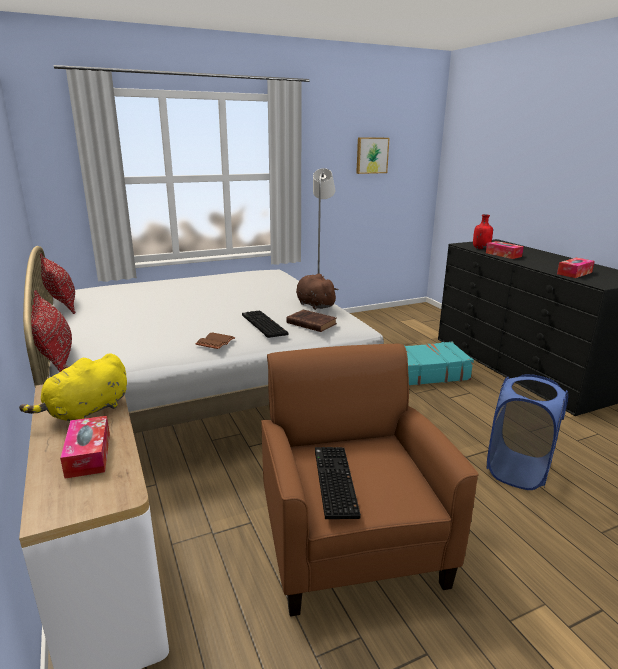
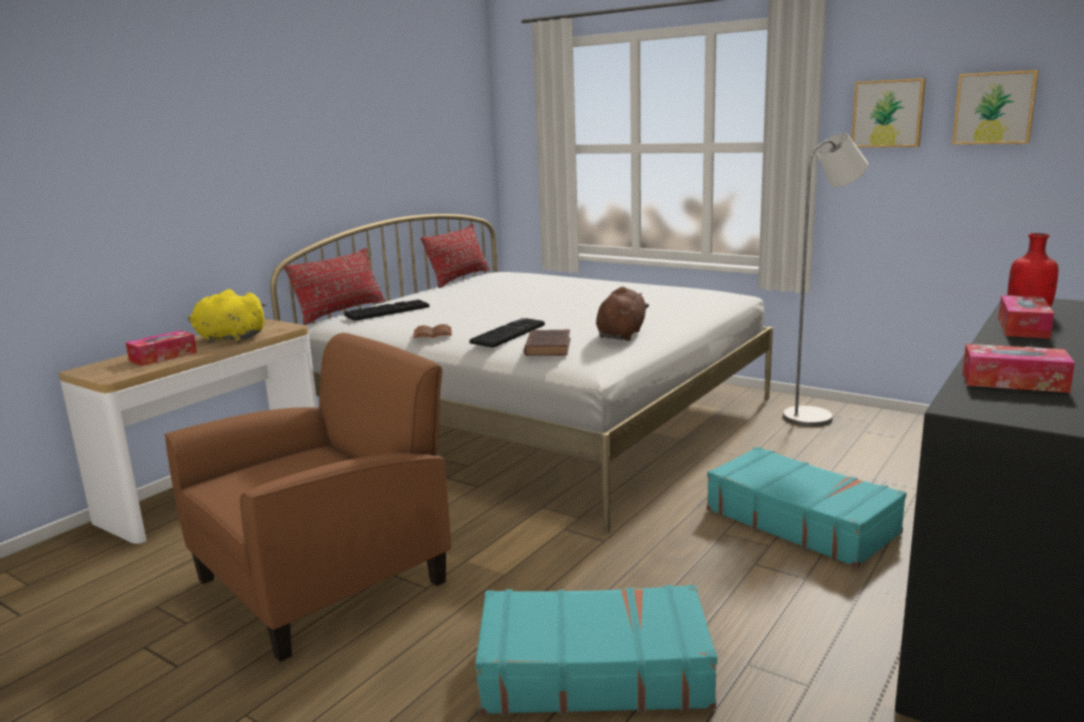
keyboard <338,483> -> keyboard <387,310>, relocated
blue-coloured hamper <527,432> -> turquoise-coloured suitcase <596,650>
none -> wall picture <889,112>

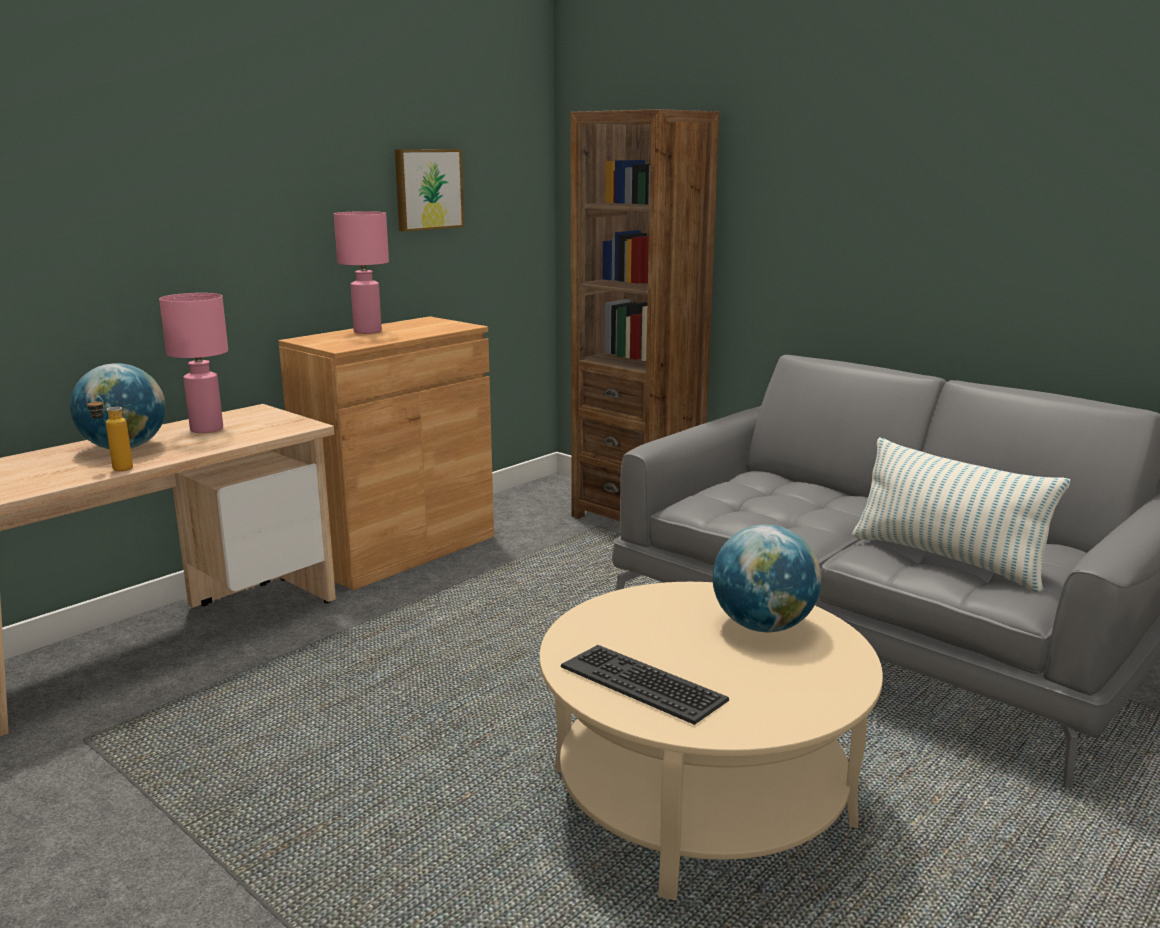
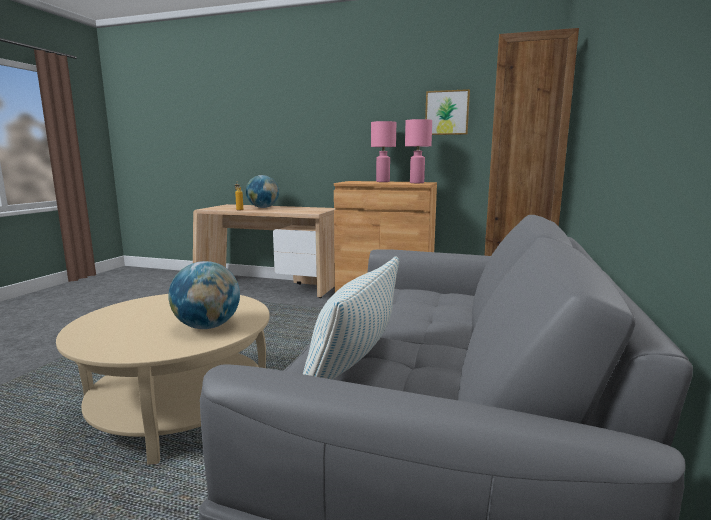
pink-coloured lamp for a table <193,363> -> pink-coloured lamp for a table <418,151>, relocated
keyboard <645,685> -> none

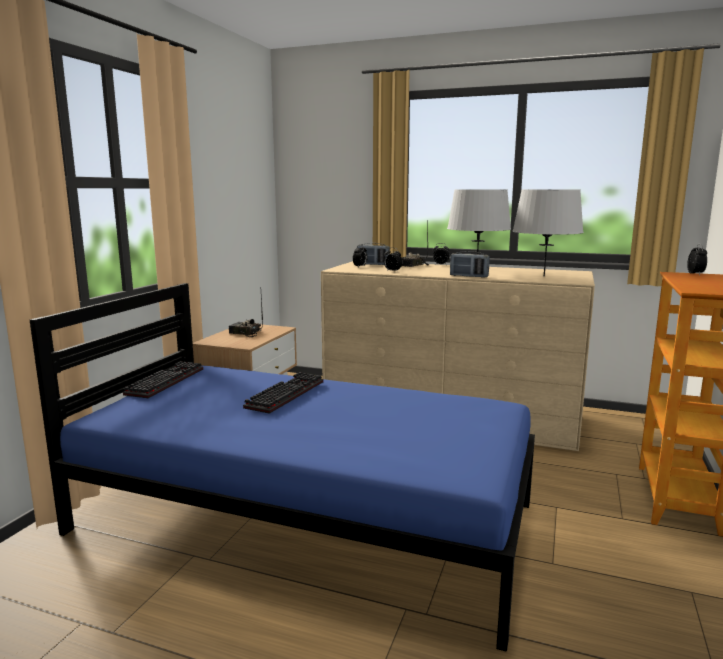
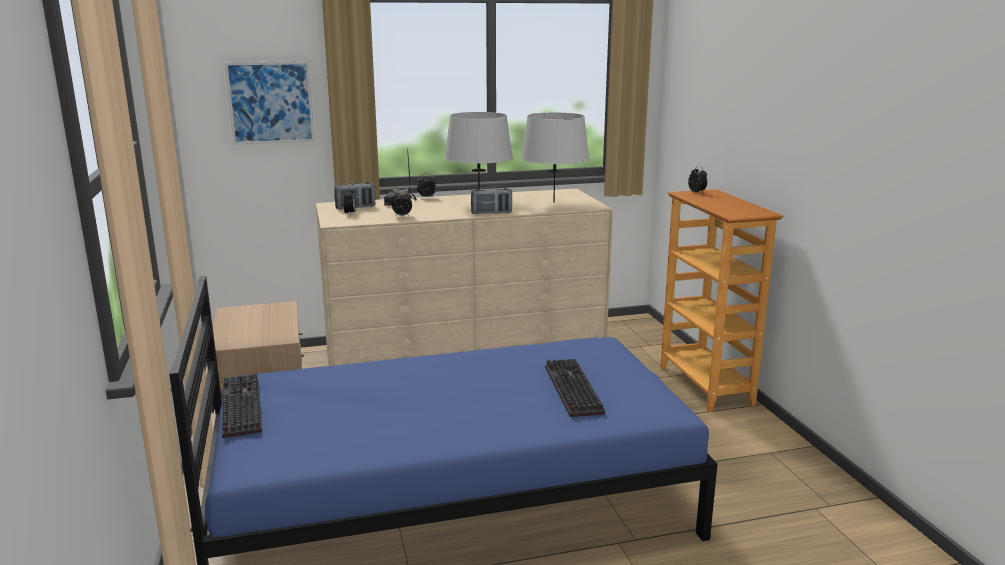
radio set <246,316> -> none
keyboard <283,393> -> keyboard <575,388>, relocated
none -> wall picture <270,103>

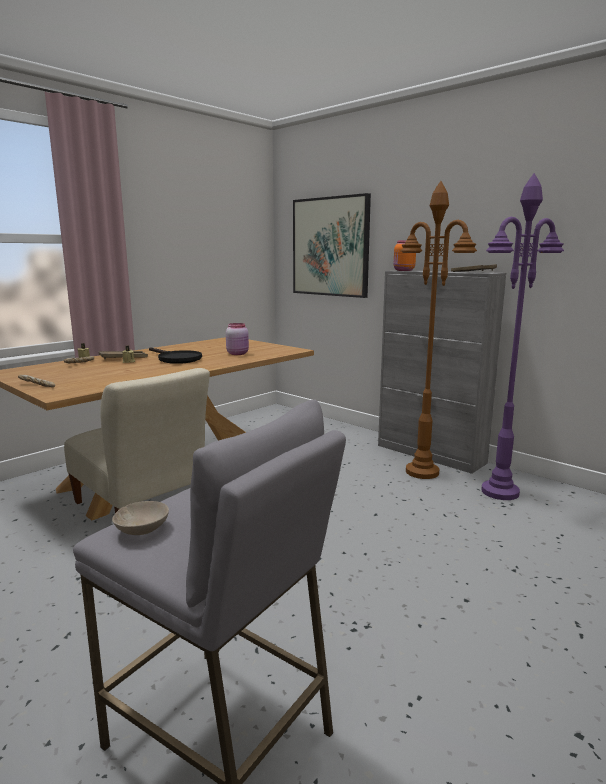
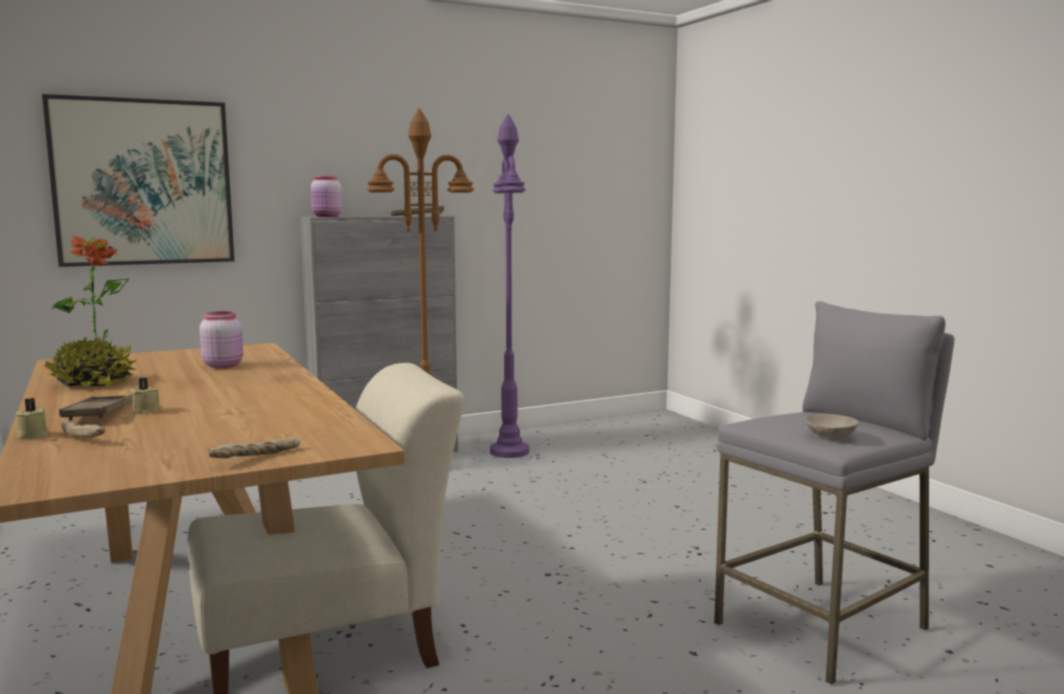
blackish skillet <175,355> -> none
orange storage jar <405,255> -> pink-coloured storage jar <326,196>
none -> potted plant <90,311>

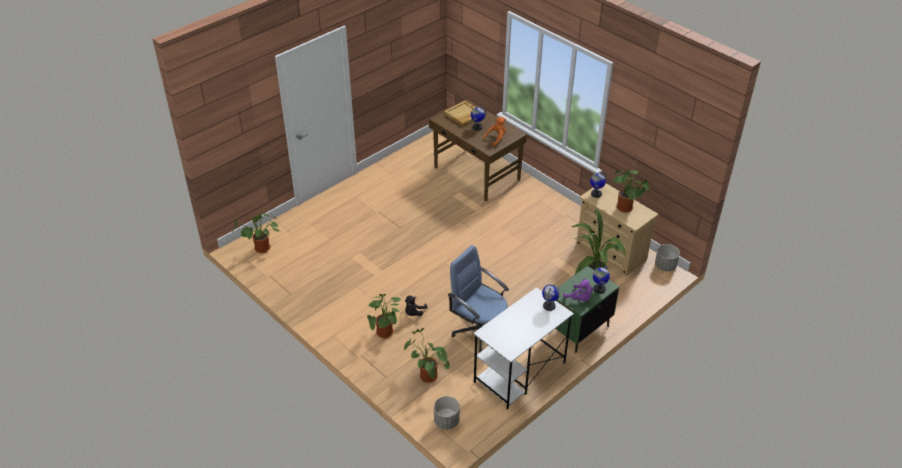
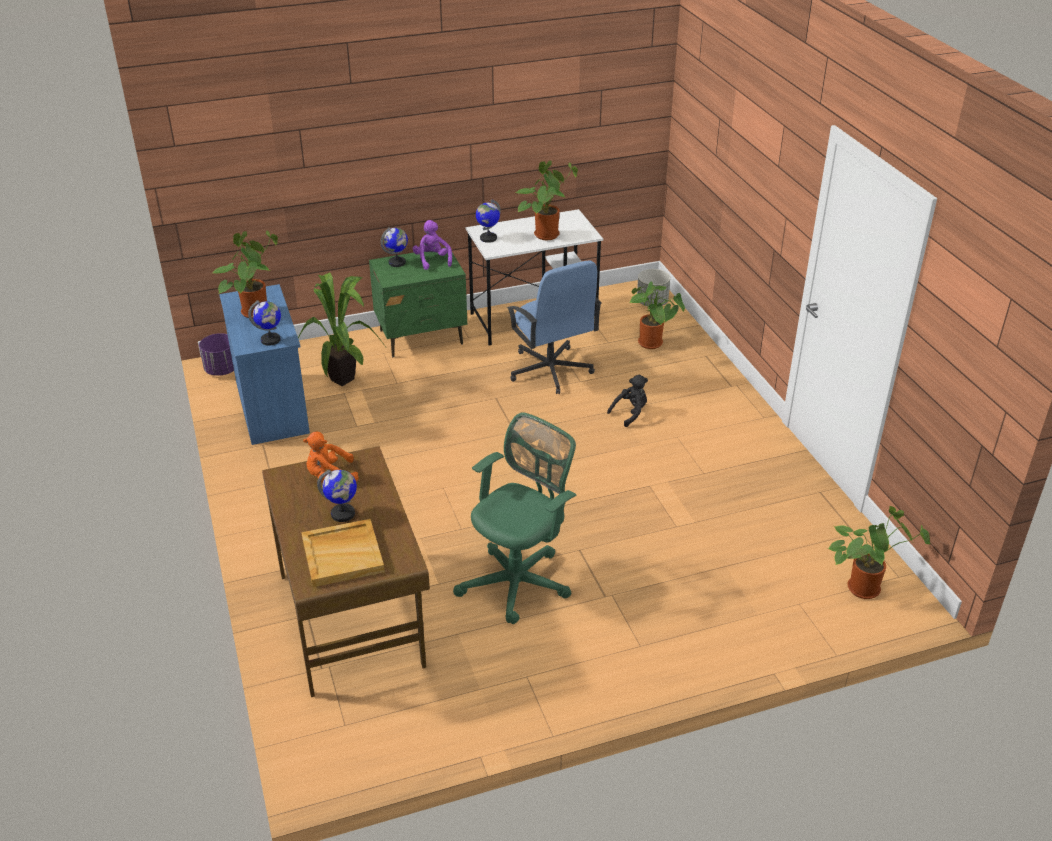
potted plant <384,316> -> potted plant <547,200>, relocated
sand-coloured dresser <617,229> -> blue-coloured dresser <264,364>
grey planter <667,257> -> purple-coloured planter <216,354>
none -> green-coloured office chair <514,518>

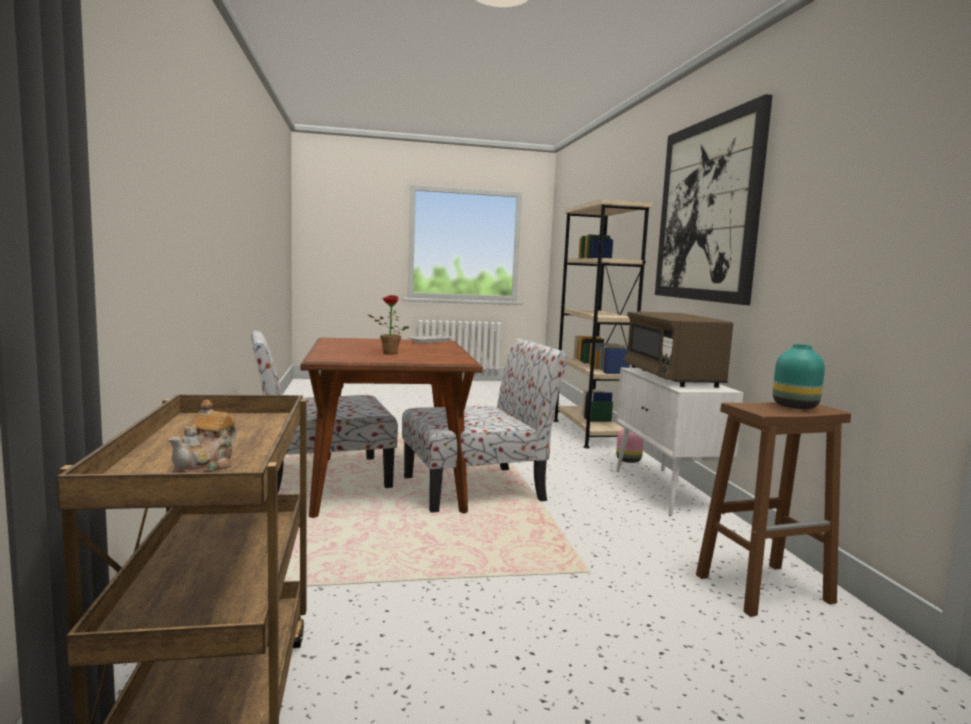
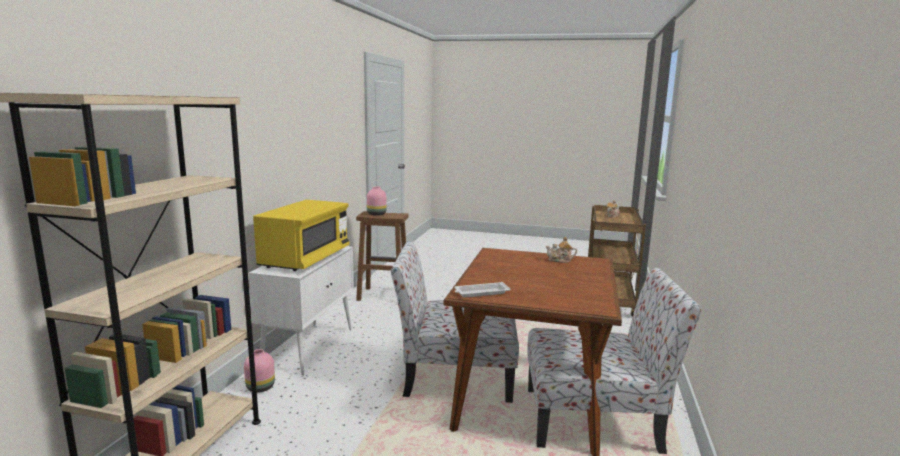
potted plant <388,325> -> none
brown-coloured microwave <678,349> -> yellow-coloured microwave <301,235>
wall picture <714,199> -> none
turquoise-coloured decorative vase <799,376> -> pink-coloured decorative vase <377,201>
none -> tea pot <561,250>

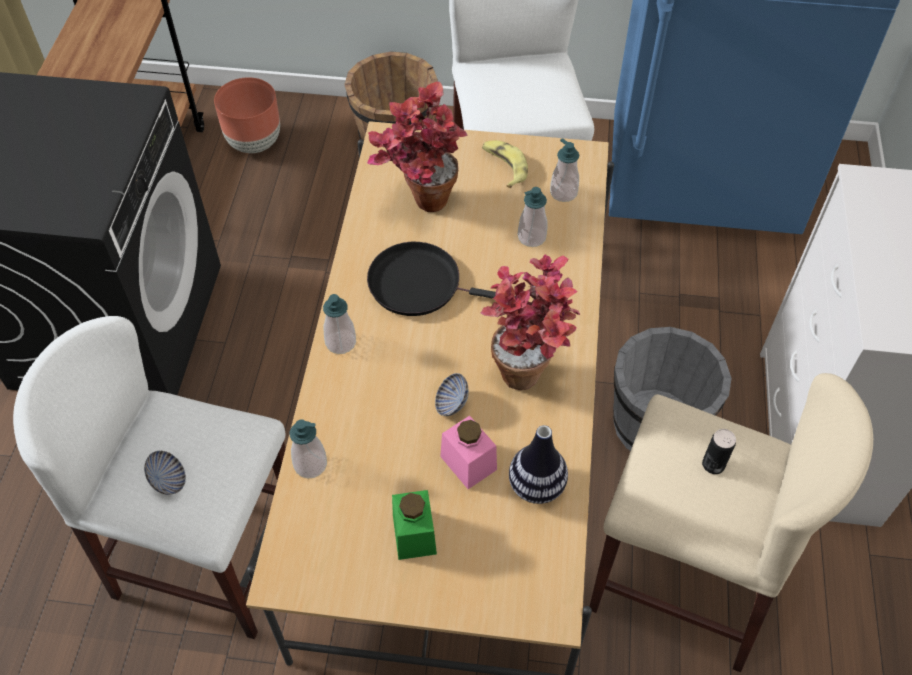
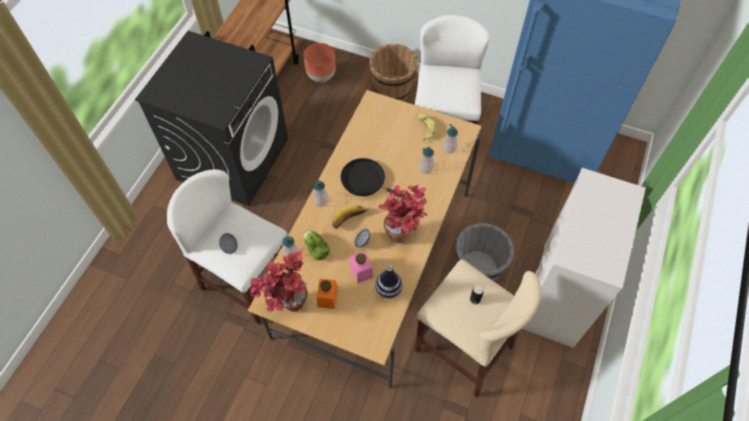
potted plant <417,147> -> potted plant <279,281>, relocated
green-coloured storage jar <414,525> -> orange storage jar <327,294>
none -> lettuce head <317,245>
none -> banana <351,217>

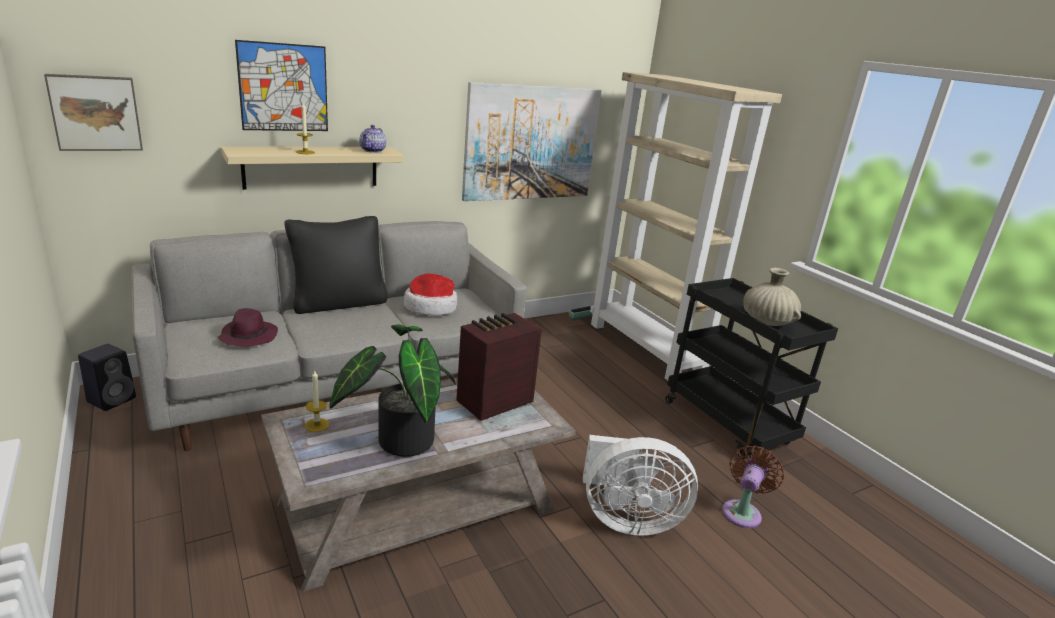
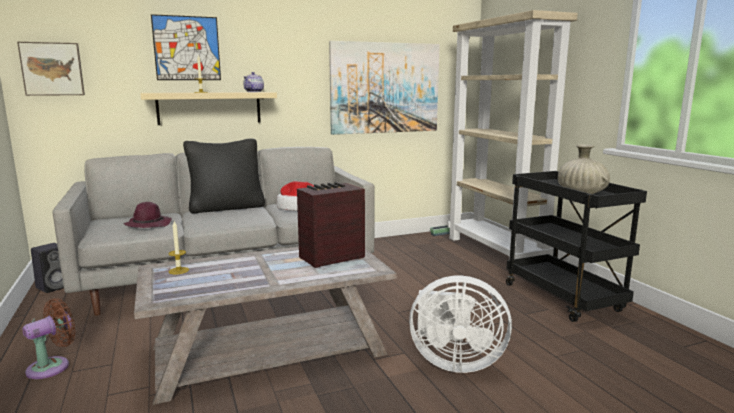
potted plant <392,390> -> none
brown-coloured electric fan <753,486> -> brown-coloured electric fan <49,338>, relocated

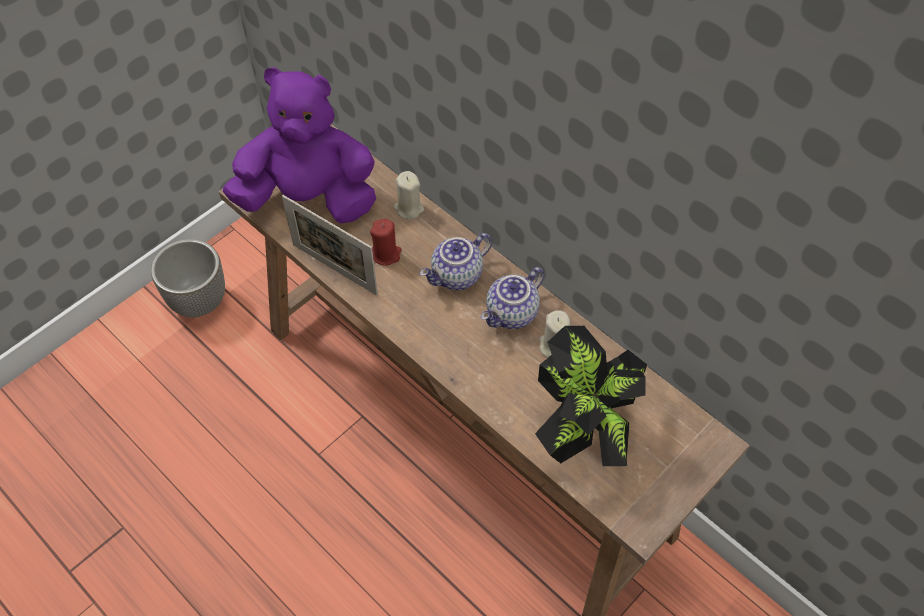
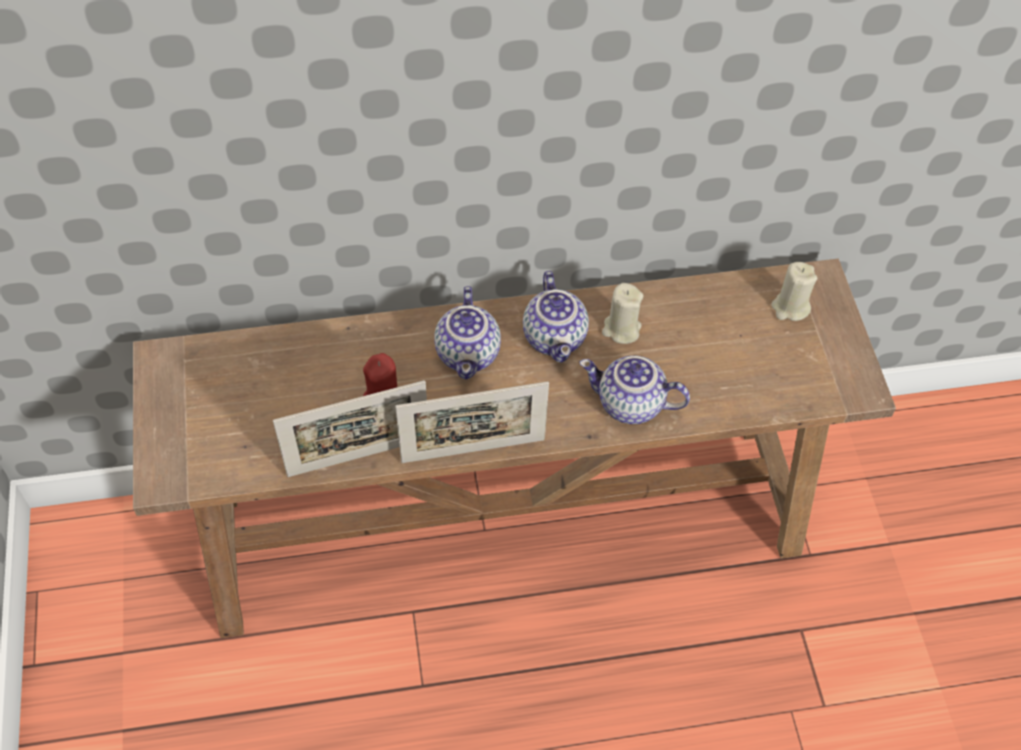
planter <188,278> -> none
purple-coloured soft toy <299,145> -> none
sand-coloured wax light <408,195> -> sand-coloured wax light <794,291>, relocated
potted plant <591,396> -> none
none -> picture frame <472,422>
none -> tea pot <634,389>

